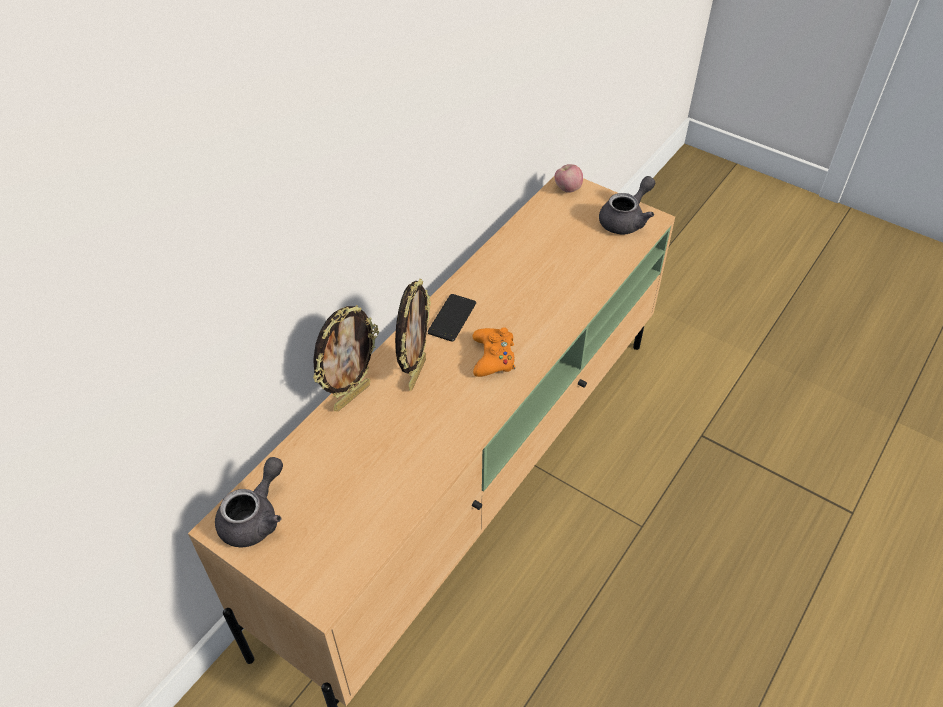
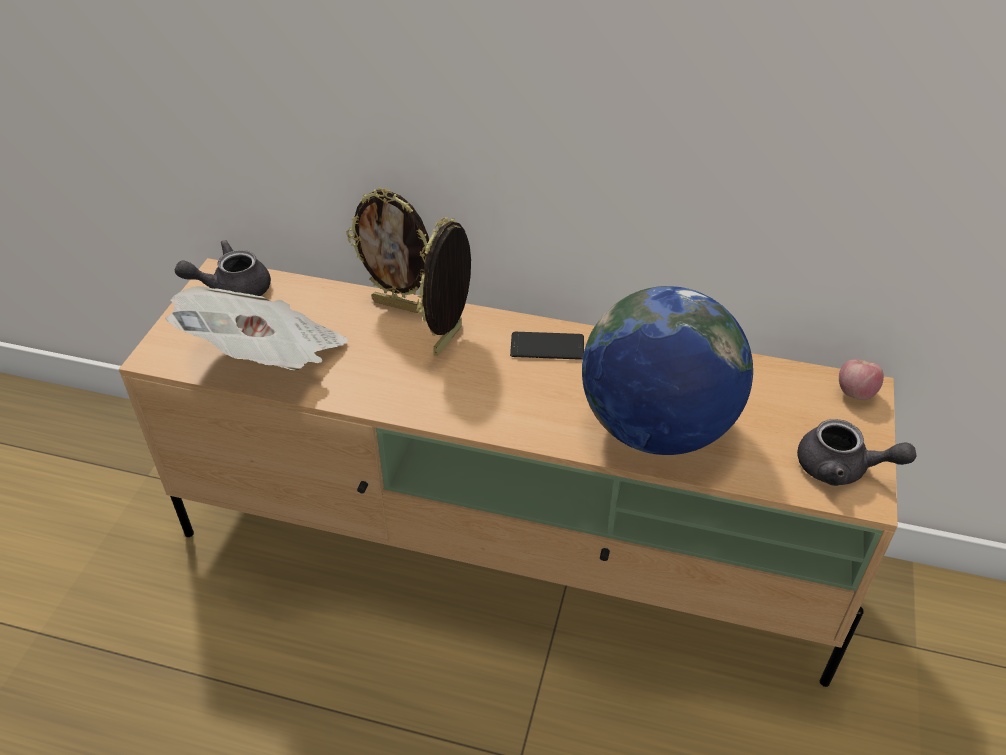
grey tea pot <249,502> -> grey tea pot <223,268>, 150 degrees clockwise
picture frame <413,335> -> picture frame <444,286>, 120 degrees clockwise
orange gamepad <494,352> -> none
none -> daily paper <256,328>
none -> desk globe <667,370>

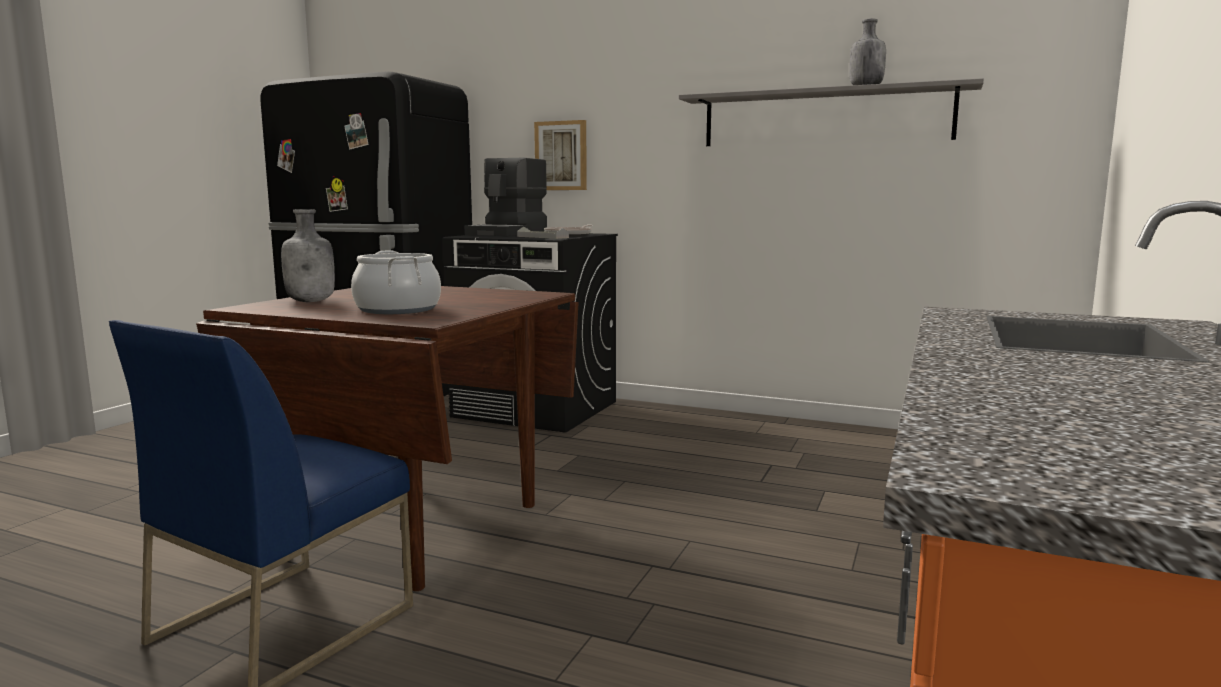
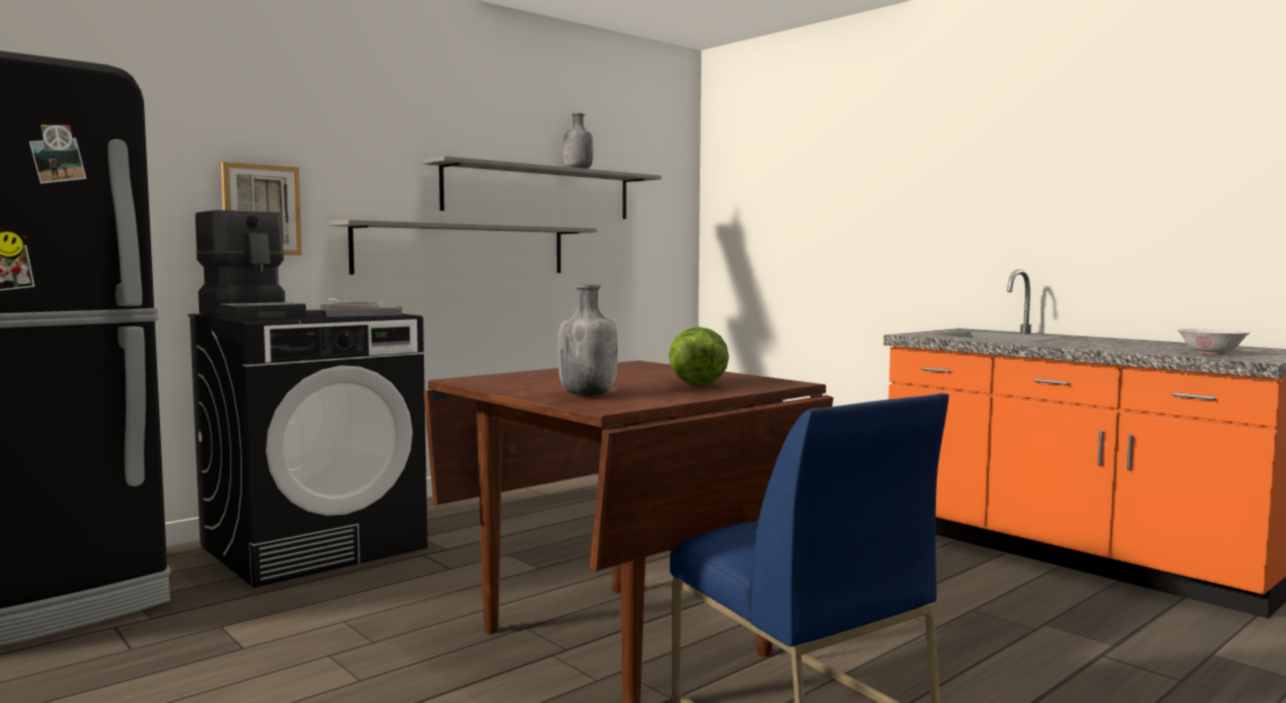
saucepot <396,282> -> lettuce head <699,356>
none -> grey wall shelf <463,247>
none -> white deep dish <1213,342>

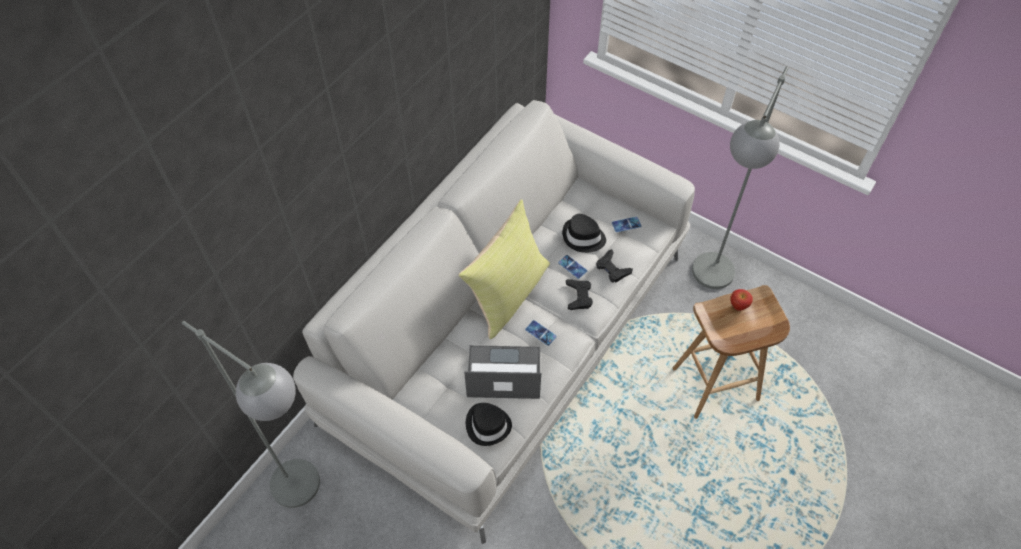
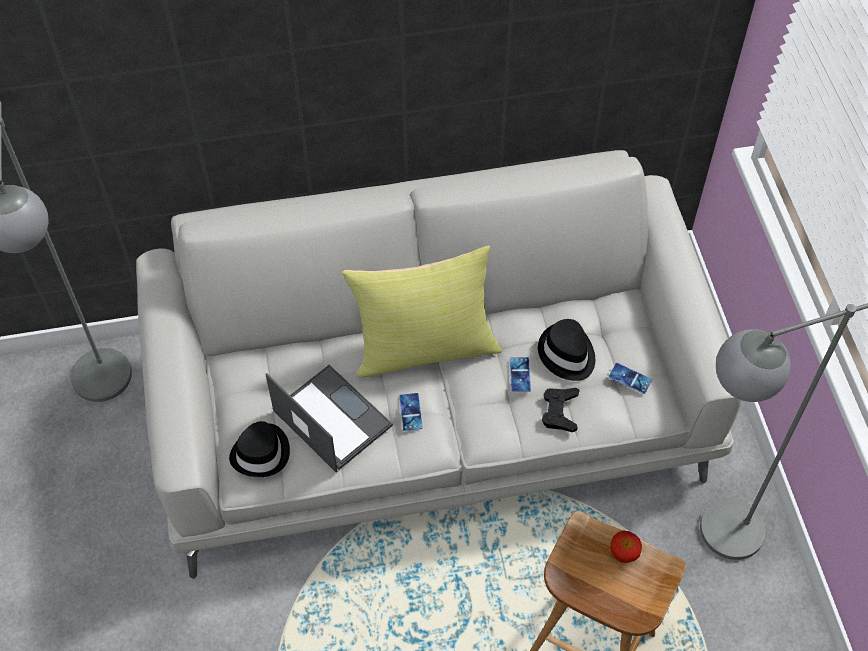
blackish gamepad <579,294> -> none

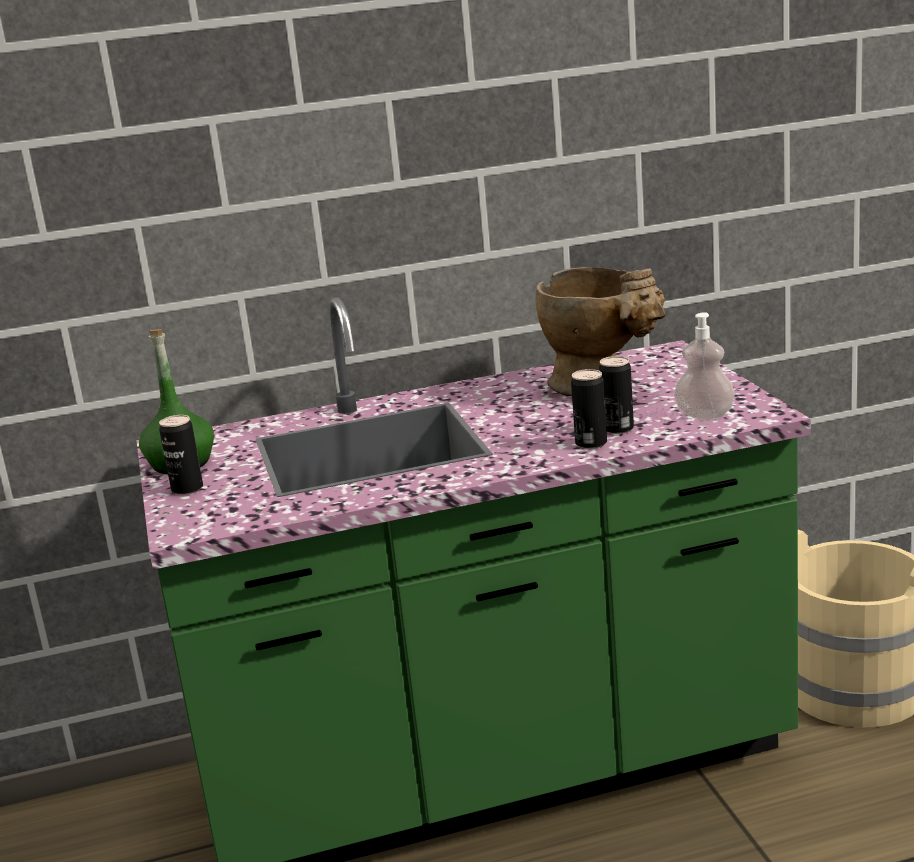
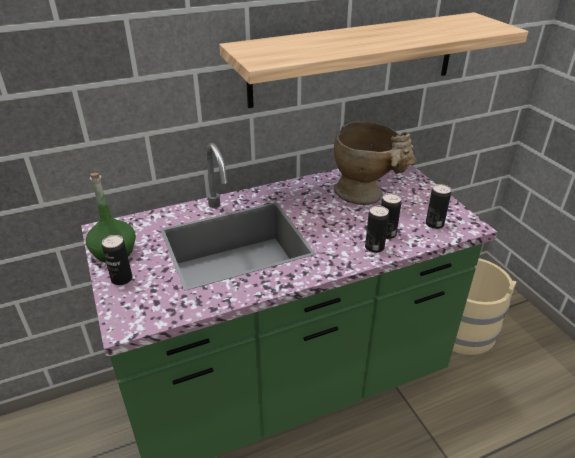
liquid soap bottle <704,365> -> sealed can <438,206>
none -> wall shelf <373,60>

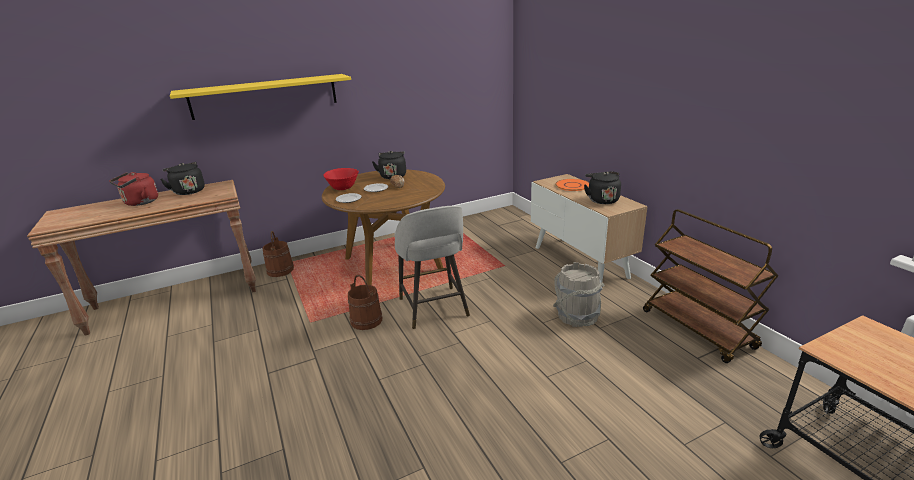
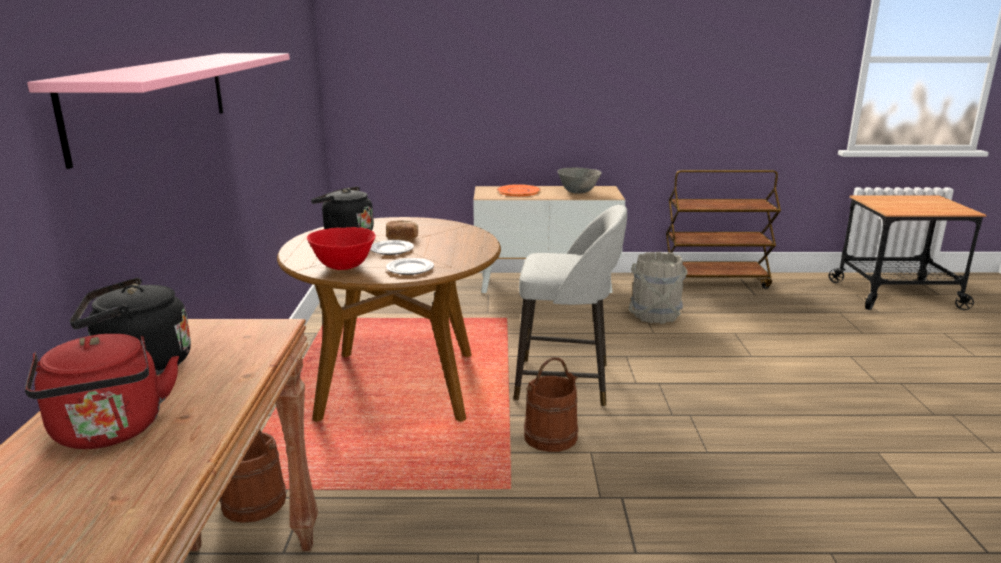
yellow-coloured wall shelf <260,97> -> pink-coloured wall shelf <158,111>
blackish tea kettle <602,187> -> grey deep dish <579,181>

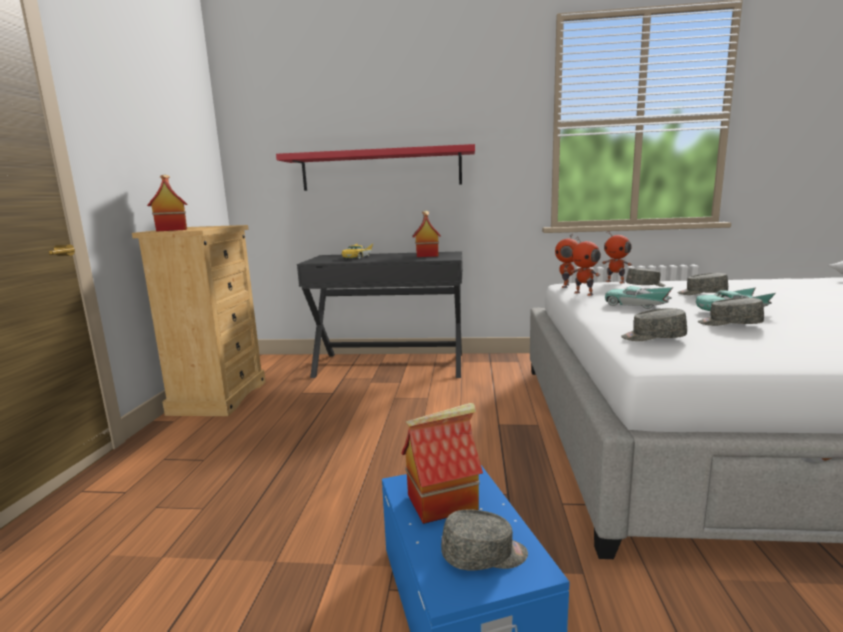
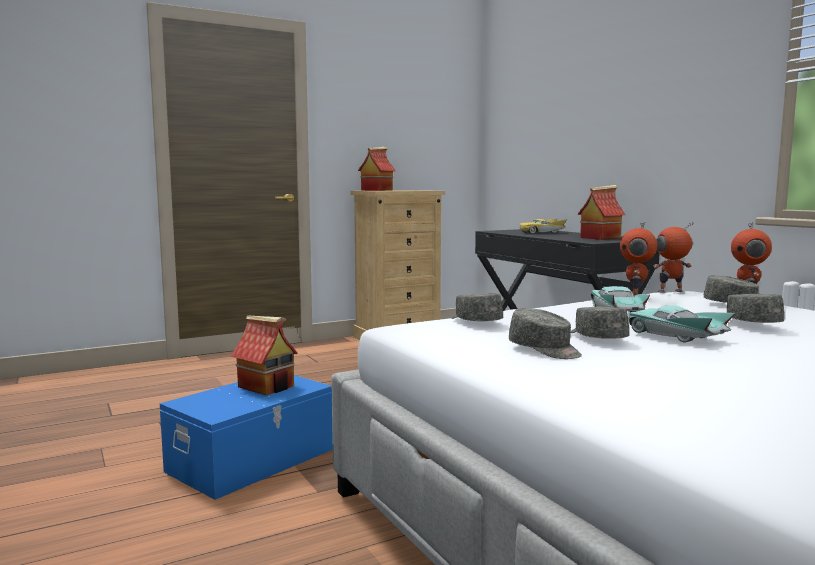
red-coloured wall shelf <375,167> -> none
grey baseball cap <484,539> -> grey baseball cap <545,333>, relocated

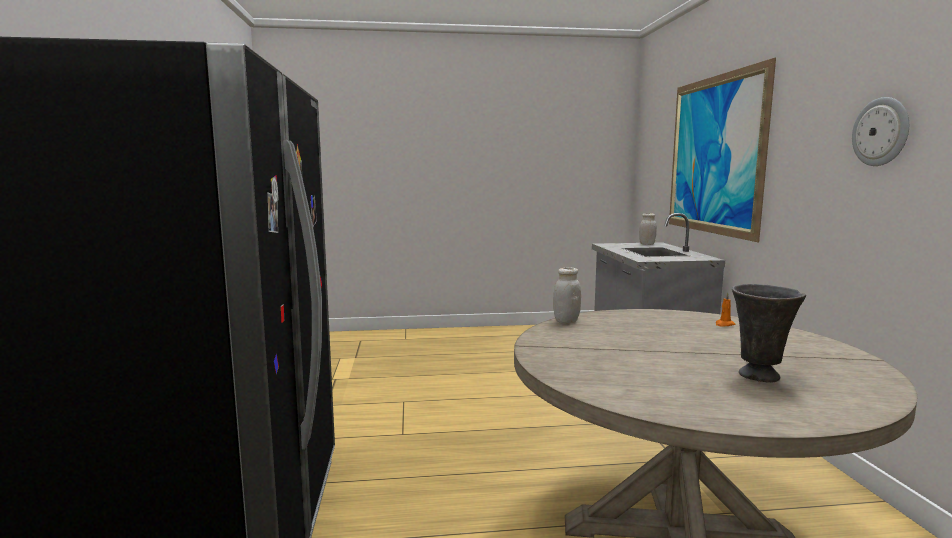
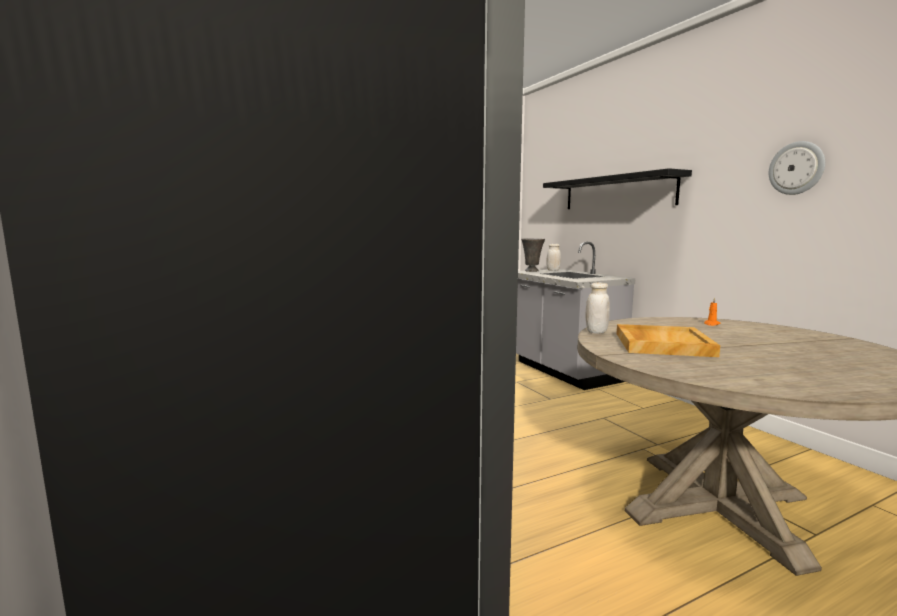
wall picture <722,150> -> blackish wall shelf <617,188>
grey decorative vase <769,333> -> grey decorative vase <533,255>, relocated
none -> sand-coloured tray <668,340>

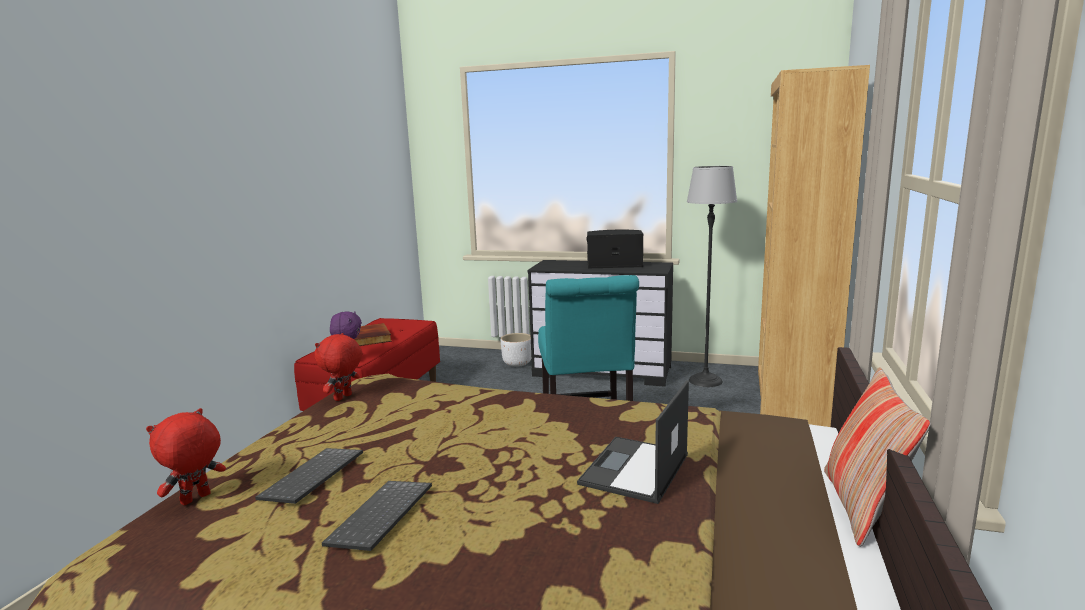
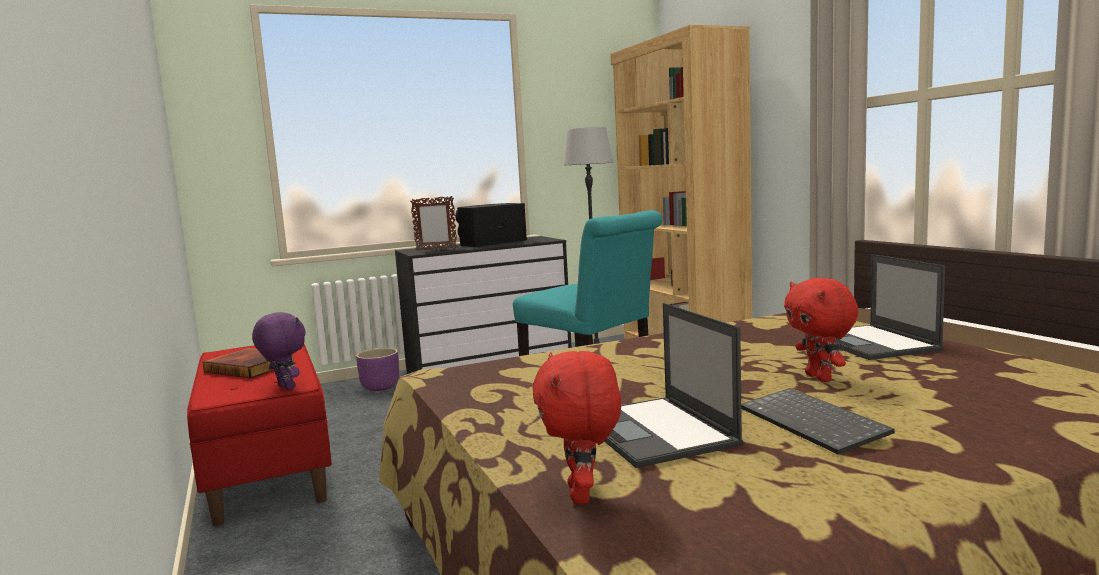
keyboard <309,476> -> portable computer <673,385>
red-coloured soft toy <338,367> -> red-coloured soft toy <821,330>, relocated
white planter <516,350> -> purple-coloured planter <377,369>
throw pillow <877,457> -> none
none -> picture frame <433,223>

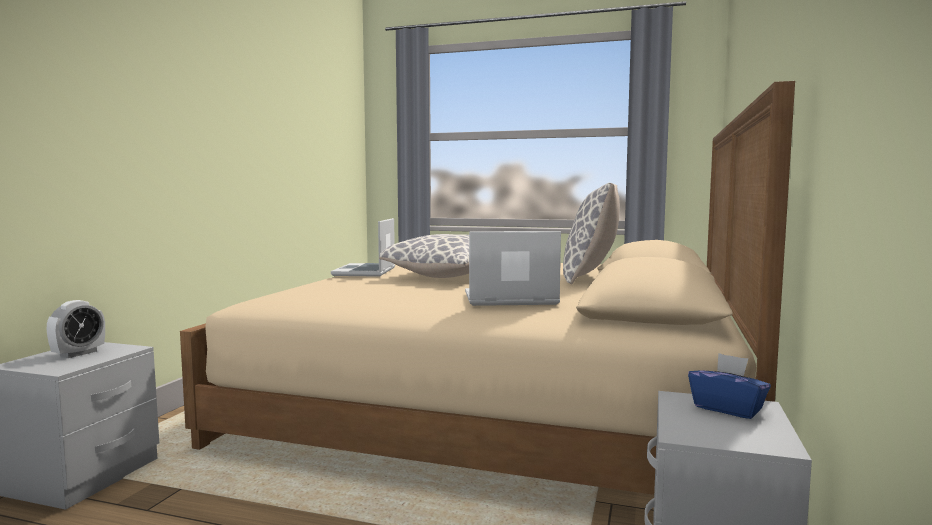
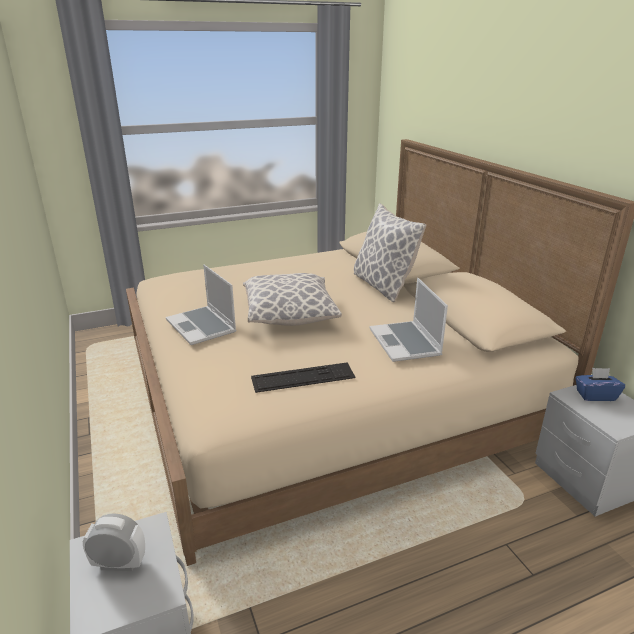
table clock <75,329> -> table clock <114,542>, 75 degrees counterclockwise
portable computer <513,268> -> portable computer <408,320>, 60 degrees counterclockwise
none -> keyboard <303,377>

